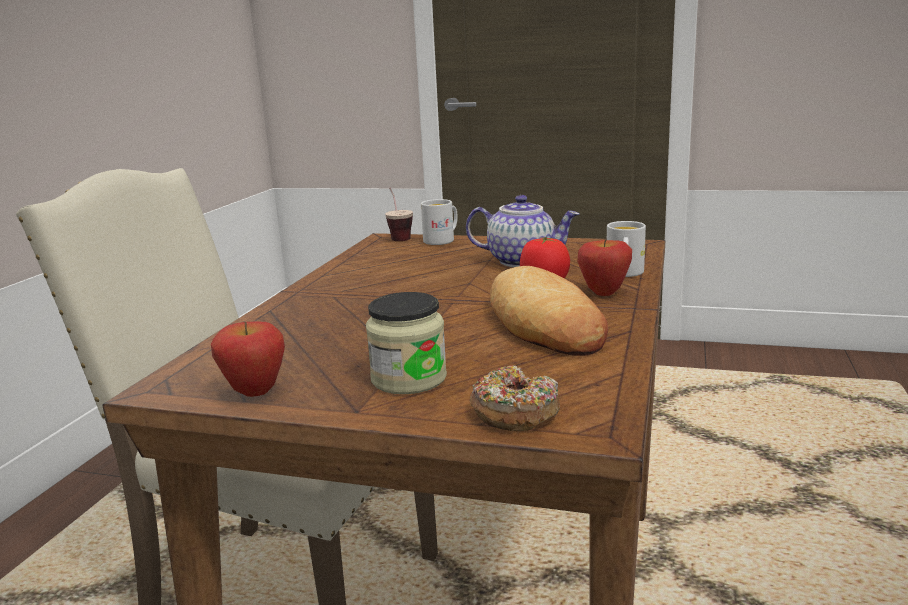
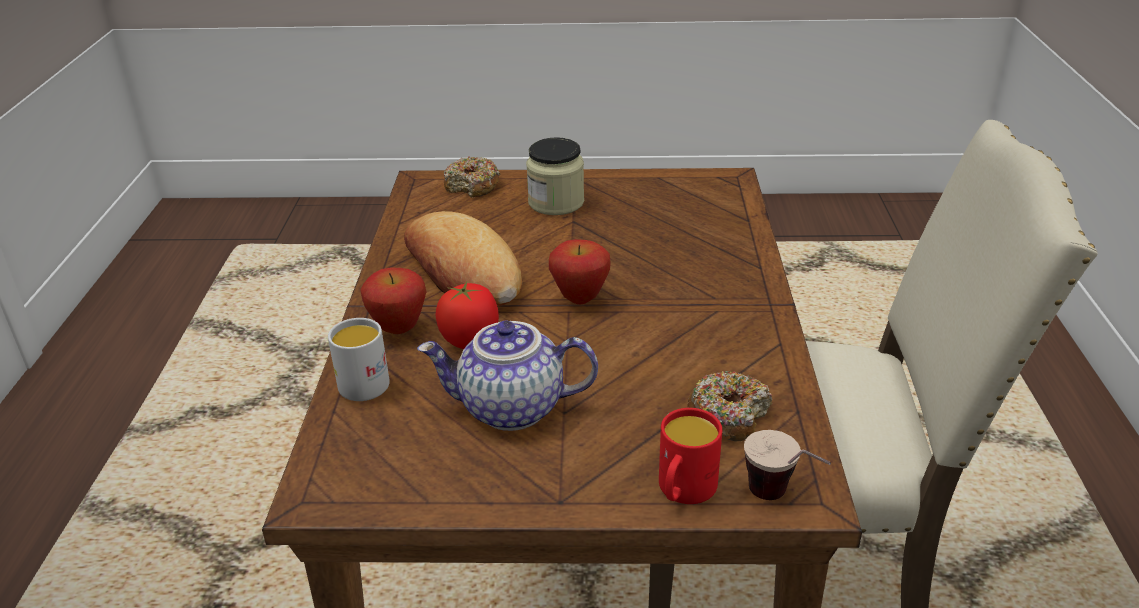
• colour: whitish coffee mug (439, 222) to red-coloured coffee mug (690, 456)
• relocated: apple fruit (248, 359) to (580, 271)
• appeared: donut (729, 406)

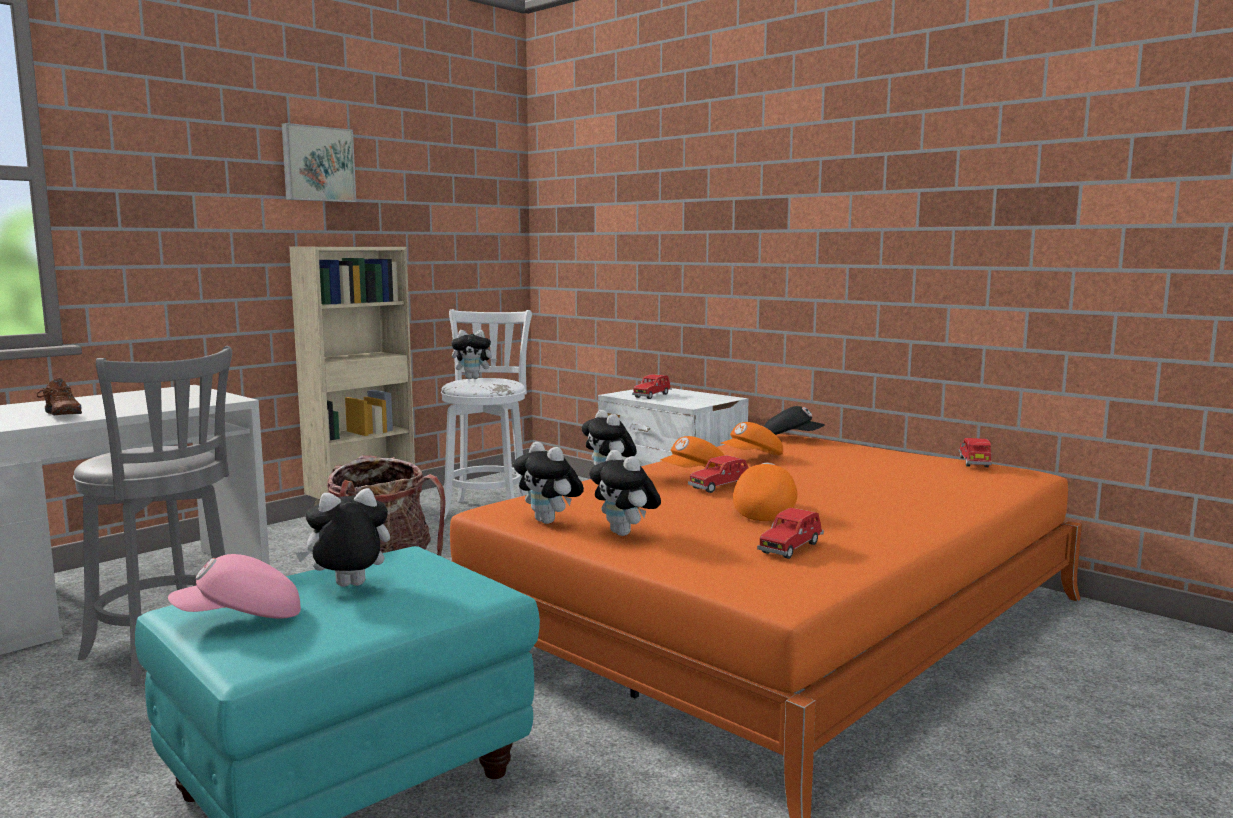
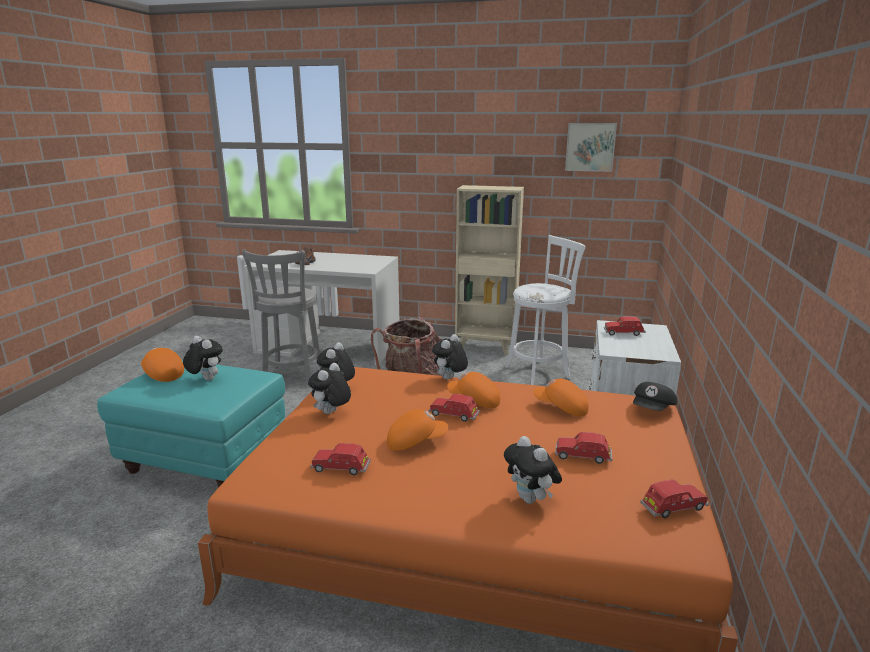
• relocated: picture (319, 162) to (591, 147)
• relocated: plush toy (474, 354) to (533, 470)
• spun: black-coloured cap (794, 420) = (655, 396) 45 degrees clockwise
• colour: pink-coloured cap (234, 586) to orangey cap (162, 365)
• appeared: red-coloured toy car (583, 448)

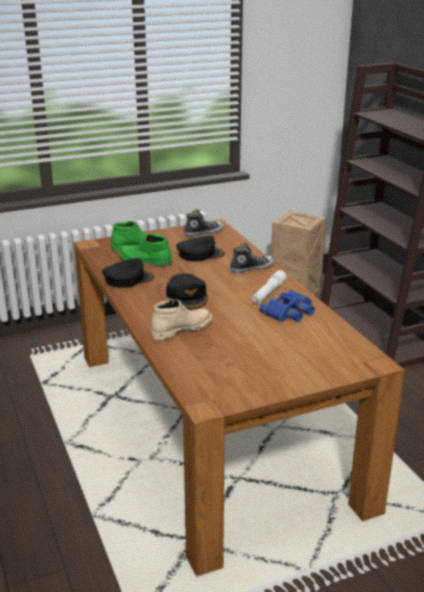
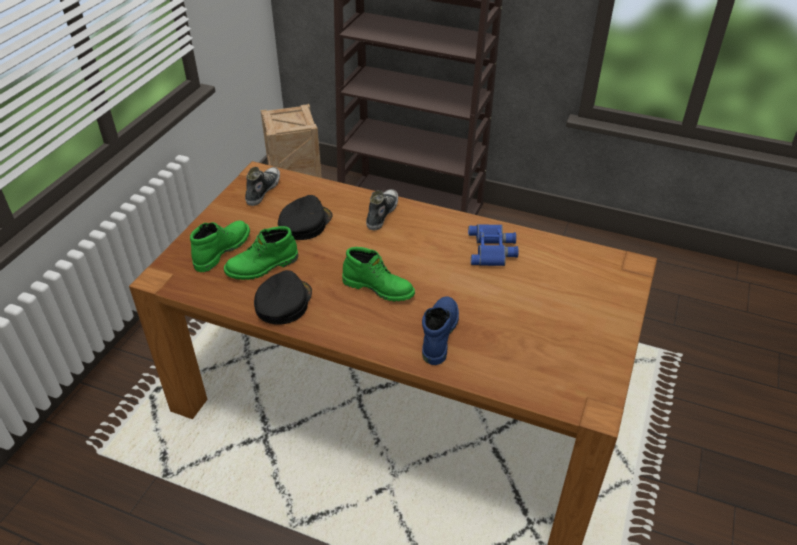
• missing: whitish hand torch (269, 286)
• exchanged: black-coloured cap (187, 291) to greenish high-top boot (378, 274)
• colour: beige high-top boot (181, 319) to blue-coloured high-top boot (440, 331)

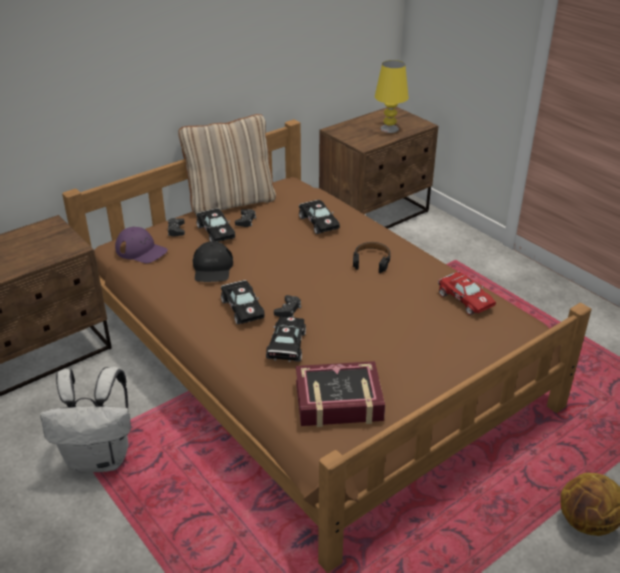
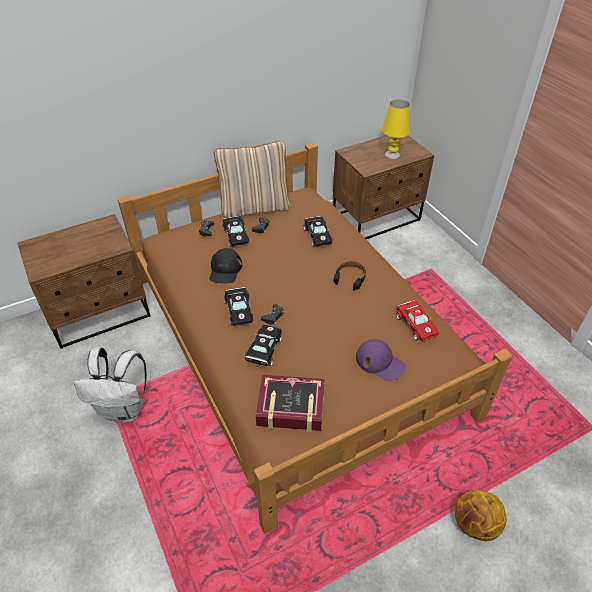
• relocated: purple-coloured cap (141, 245) to (381, 360)

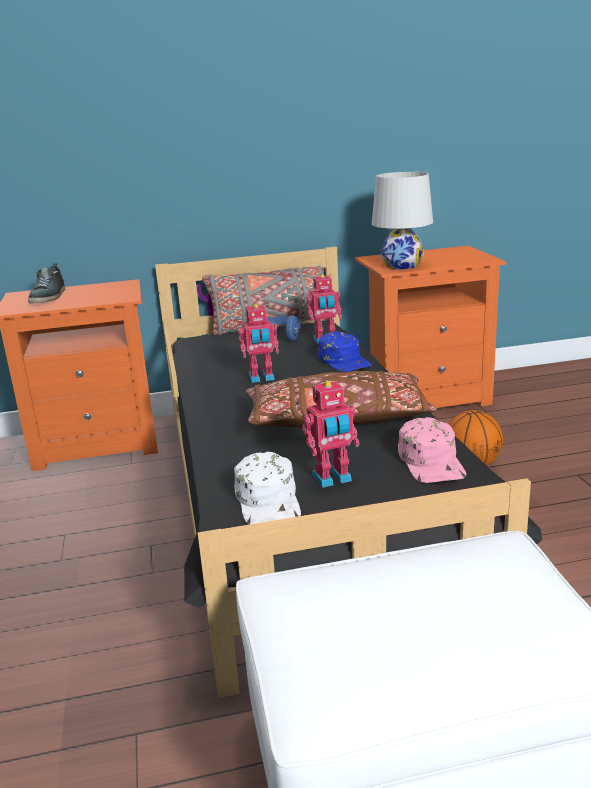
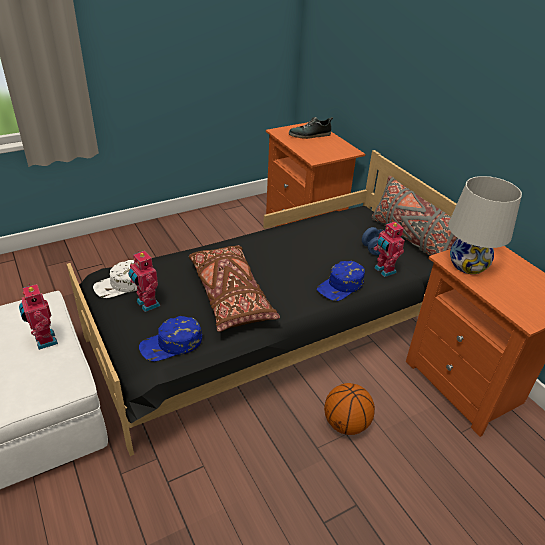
• relocated: model robot (258, 343) to (38, 316)
• colour: pink-coloured cap (432, 450) to blue-coloured cap (170, 338)

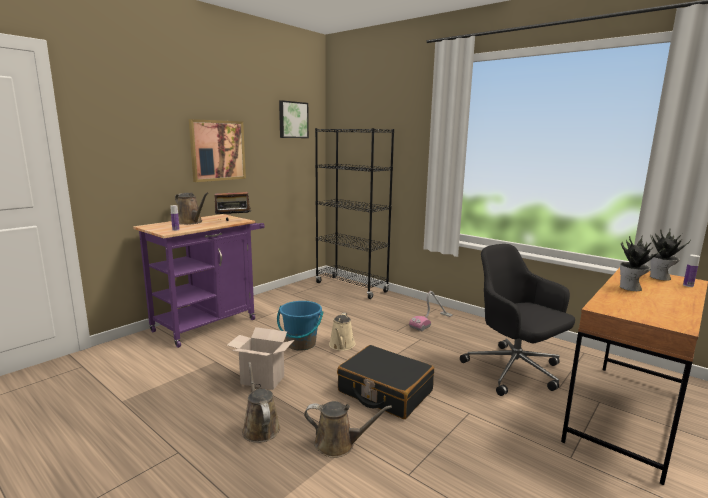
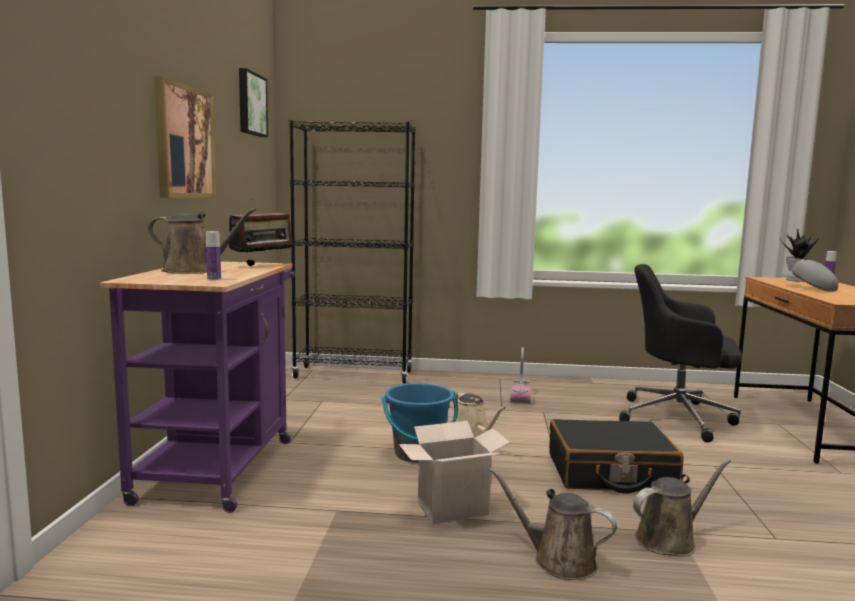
• exchanged: plant in a pot (641, 263) to gray cap (809, 276)

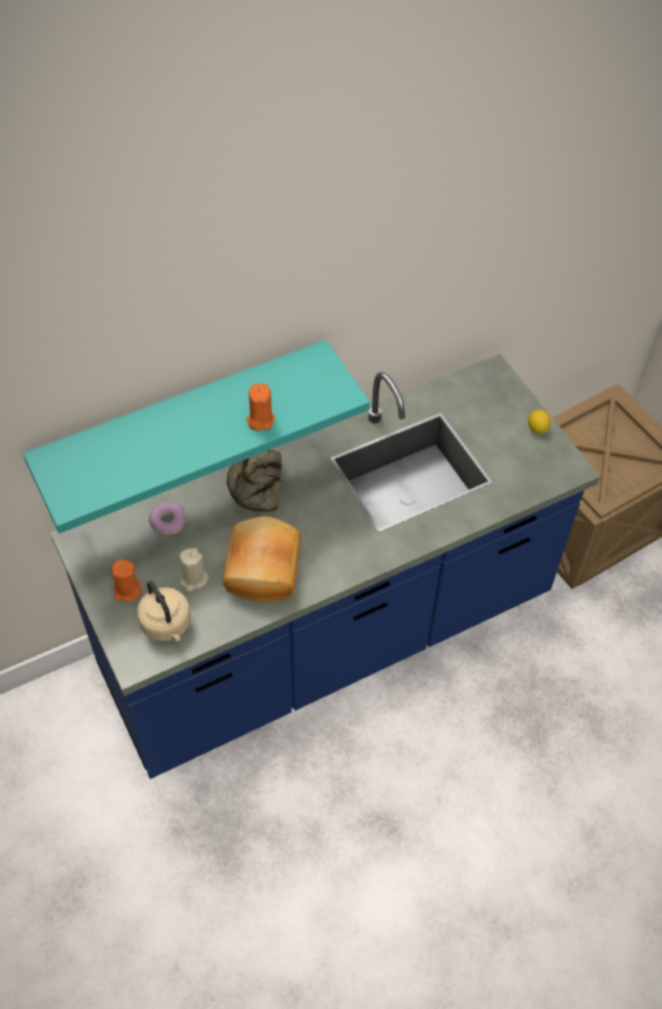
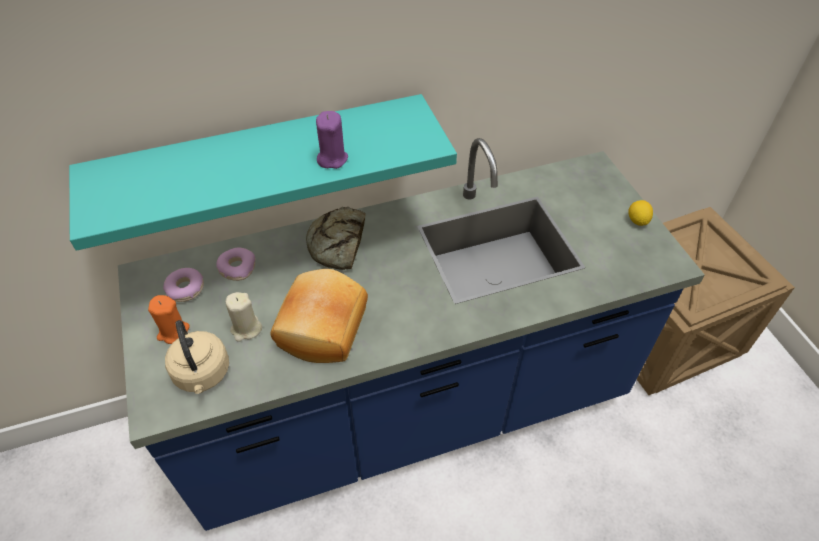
• colour: orangey wax light (261, 407) to purple-coloured wax light (332, 140)
• appeared: donut (183, 285)

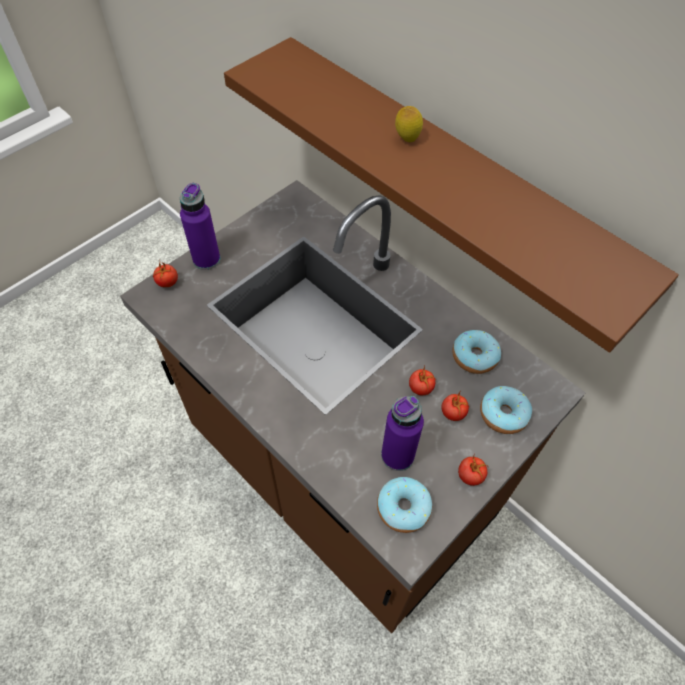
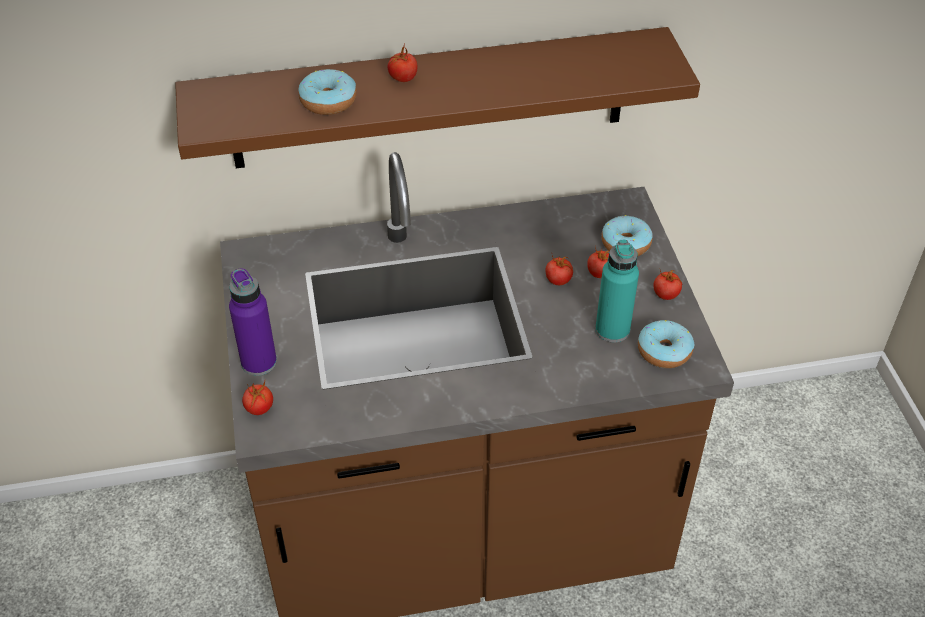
• exchanged: lemon (409, 124) to whole tomato (402, 62)
• relocated: donut (476, 352) to (327, 92)
• colour: purple-coloured beverage bottle (402, 433) to turquoise-coloured beverage bottle (617, 291)

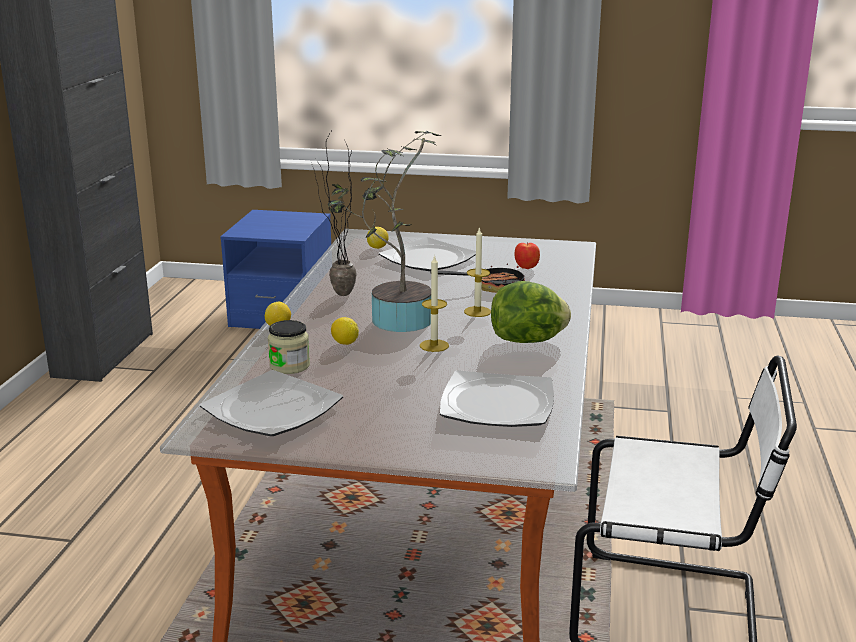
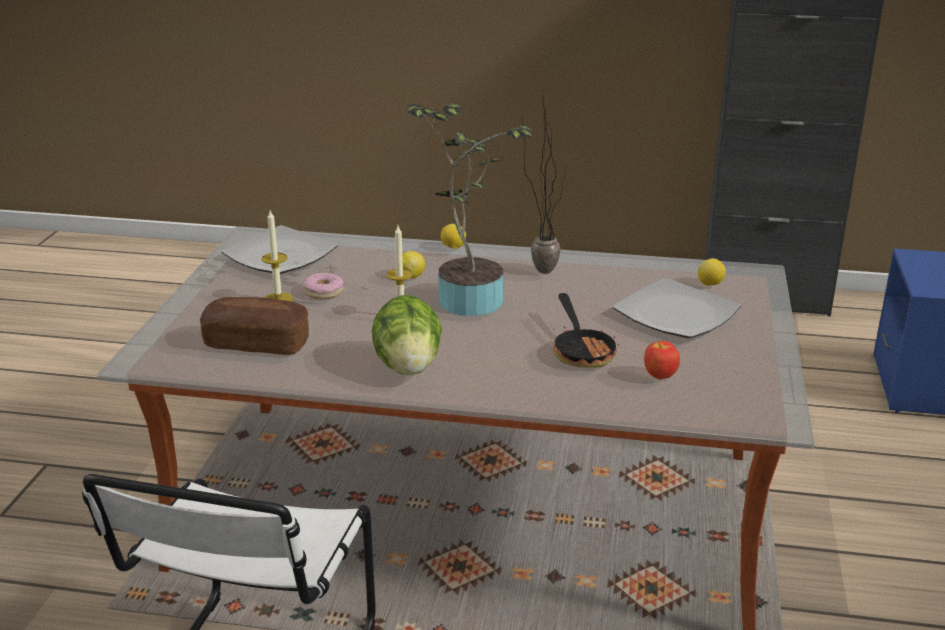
• relocated: wax light (477, 272) to (277, 256)
• missing: preserve jar (289, 347)
• exchanged: dinner plate (497, 398) to bakery bread (254, 326)
• appeared: donut (323, 285)

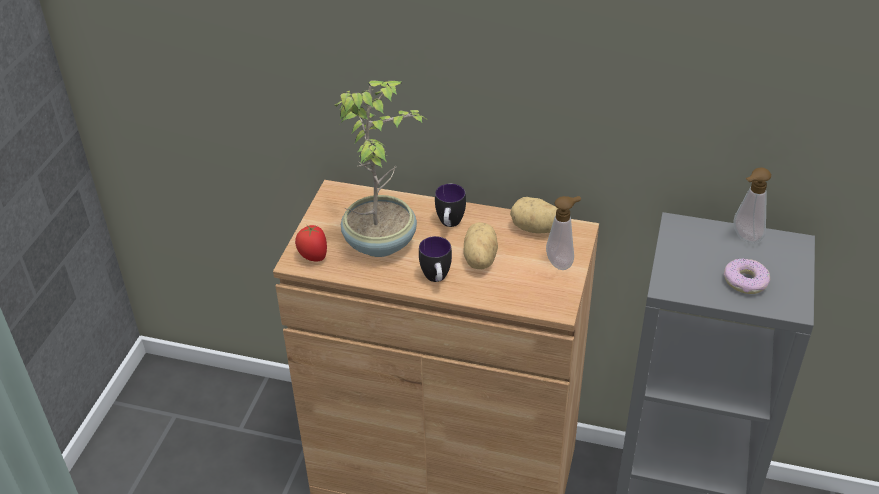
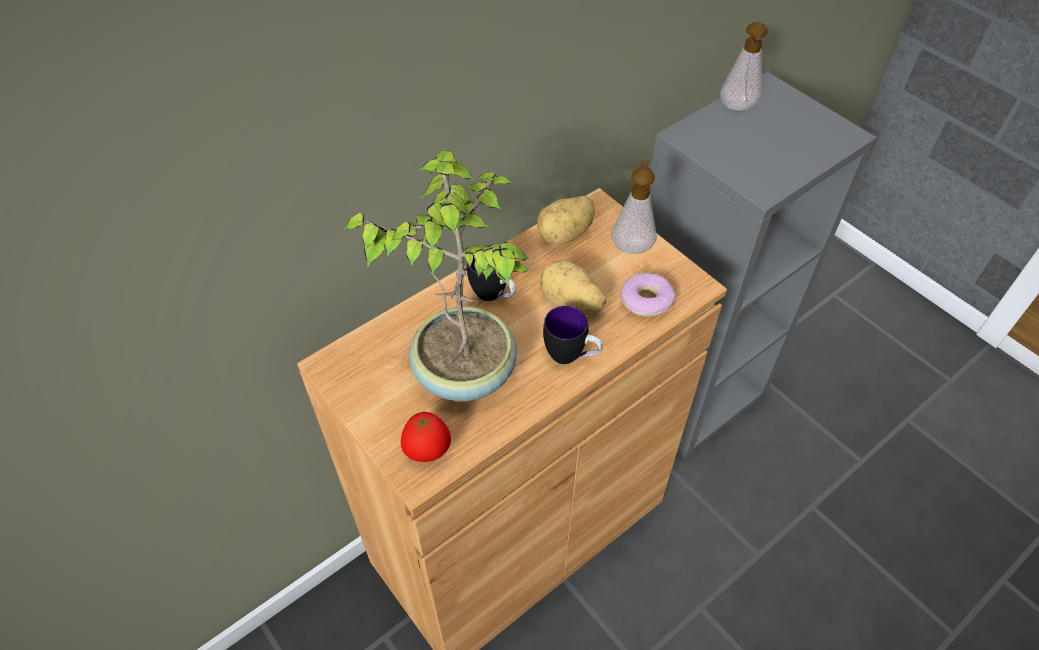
• relocated: donut (747, 276) to (647, 295)

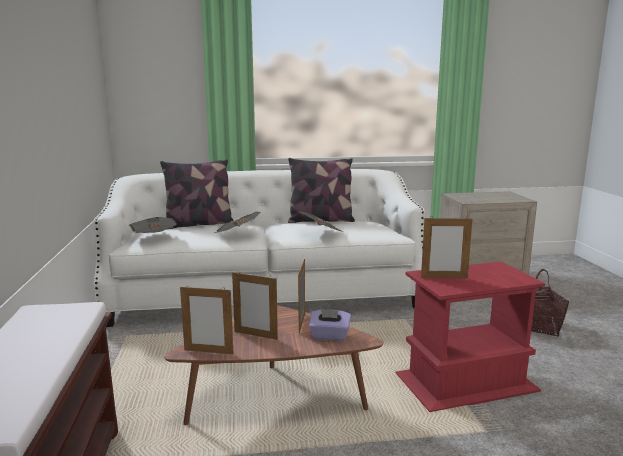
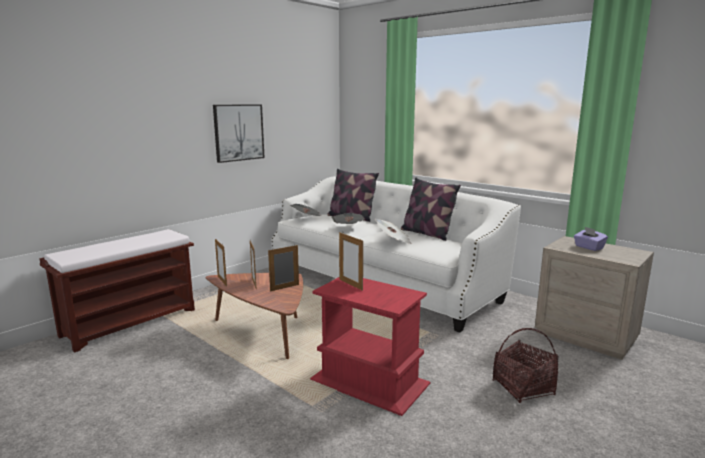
• relocated: purple-coloured tissue holder (330, 325) to (591, 239)
• appeared: picture (239, 133)

